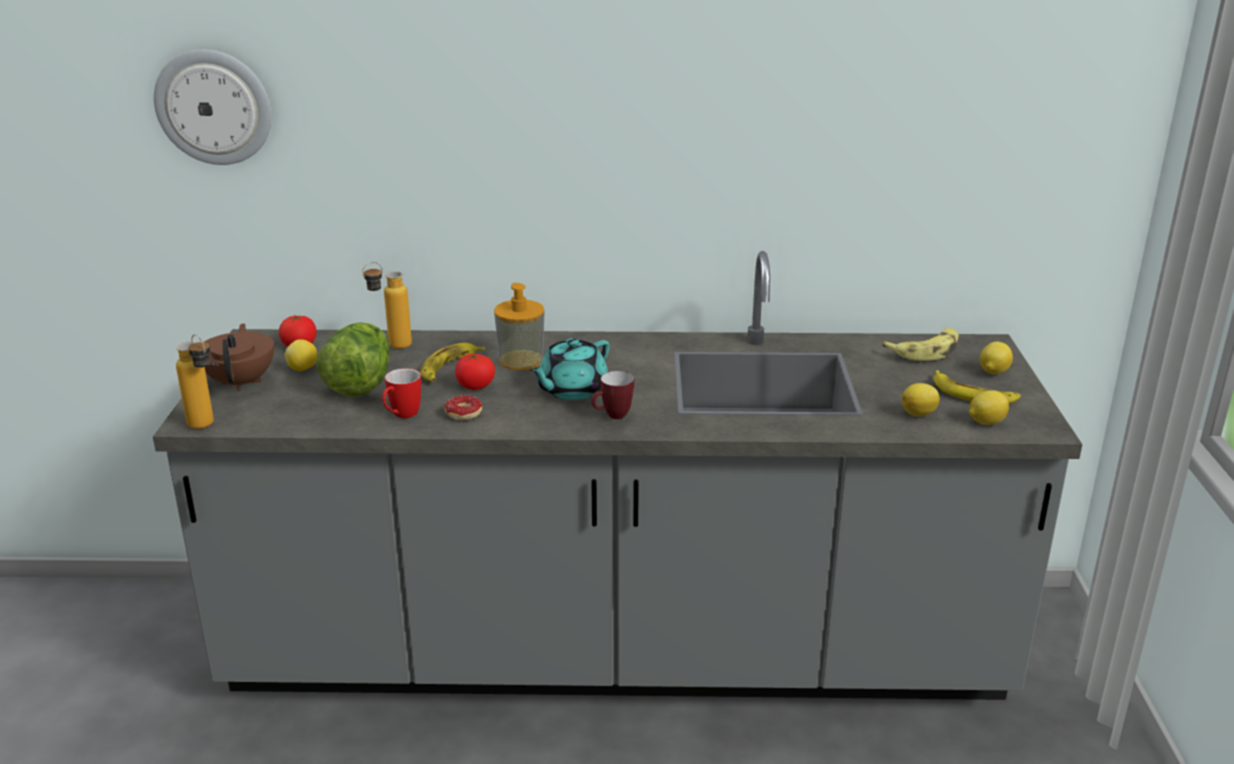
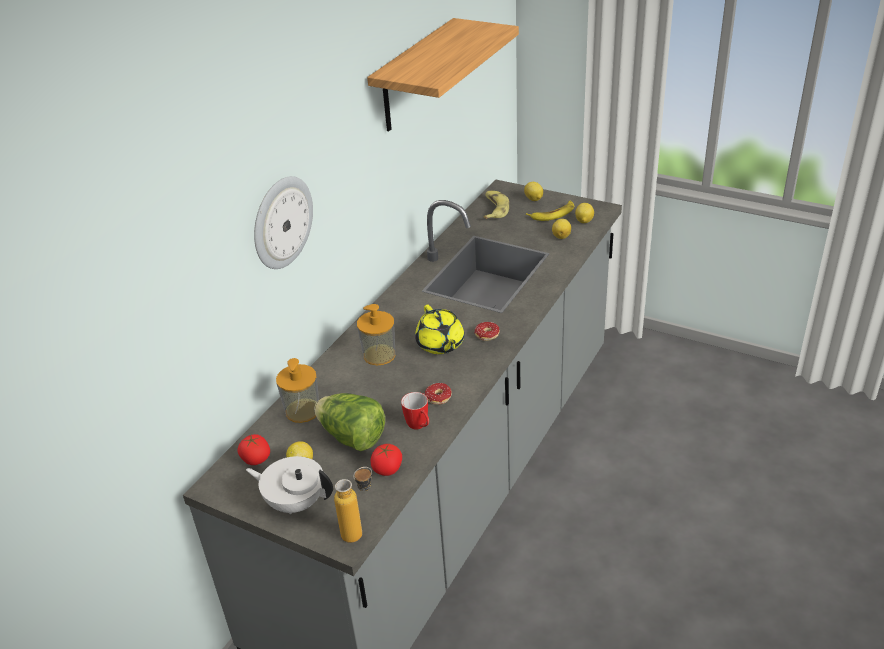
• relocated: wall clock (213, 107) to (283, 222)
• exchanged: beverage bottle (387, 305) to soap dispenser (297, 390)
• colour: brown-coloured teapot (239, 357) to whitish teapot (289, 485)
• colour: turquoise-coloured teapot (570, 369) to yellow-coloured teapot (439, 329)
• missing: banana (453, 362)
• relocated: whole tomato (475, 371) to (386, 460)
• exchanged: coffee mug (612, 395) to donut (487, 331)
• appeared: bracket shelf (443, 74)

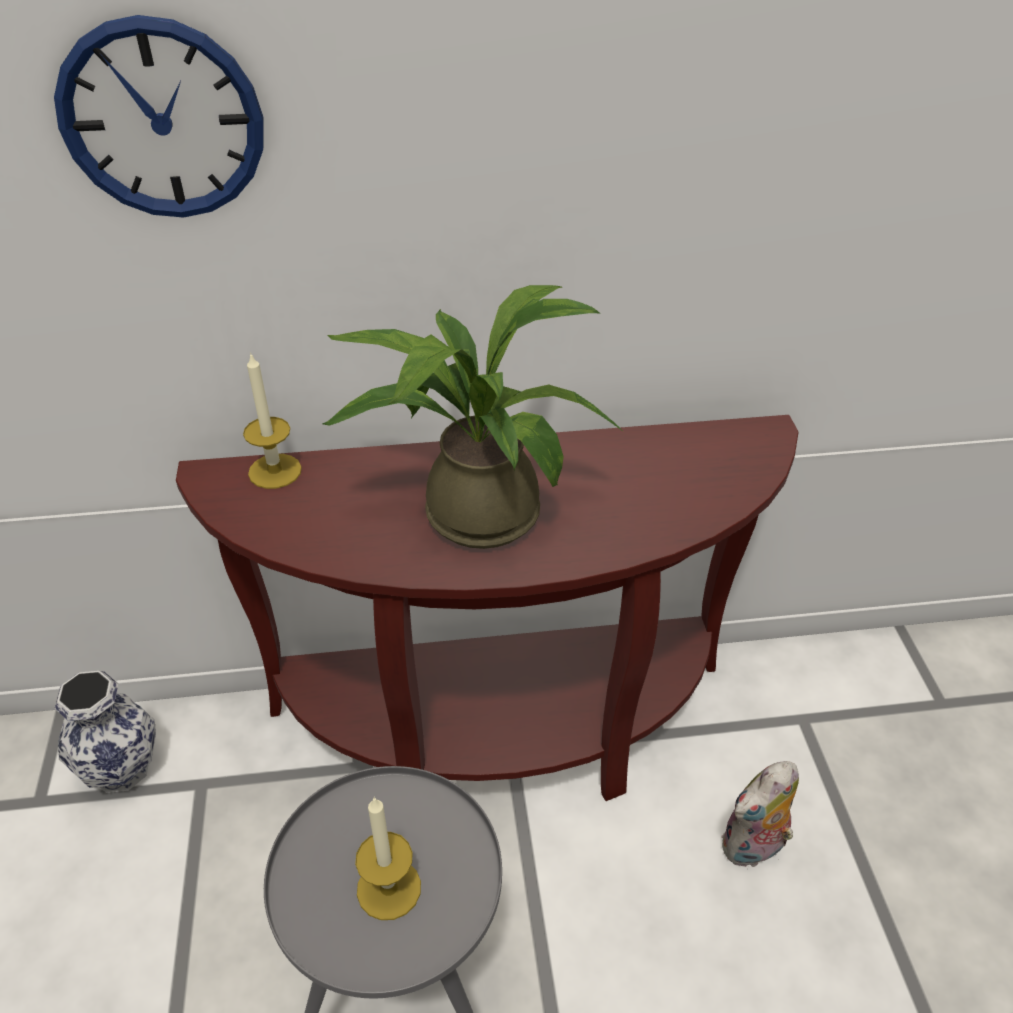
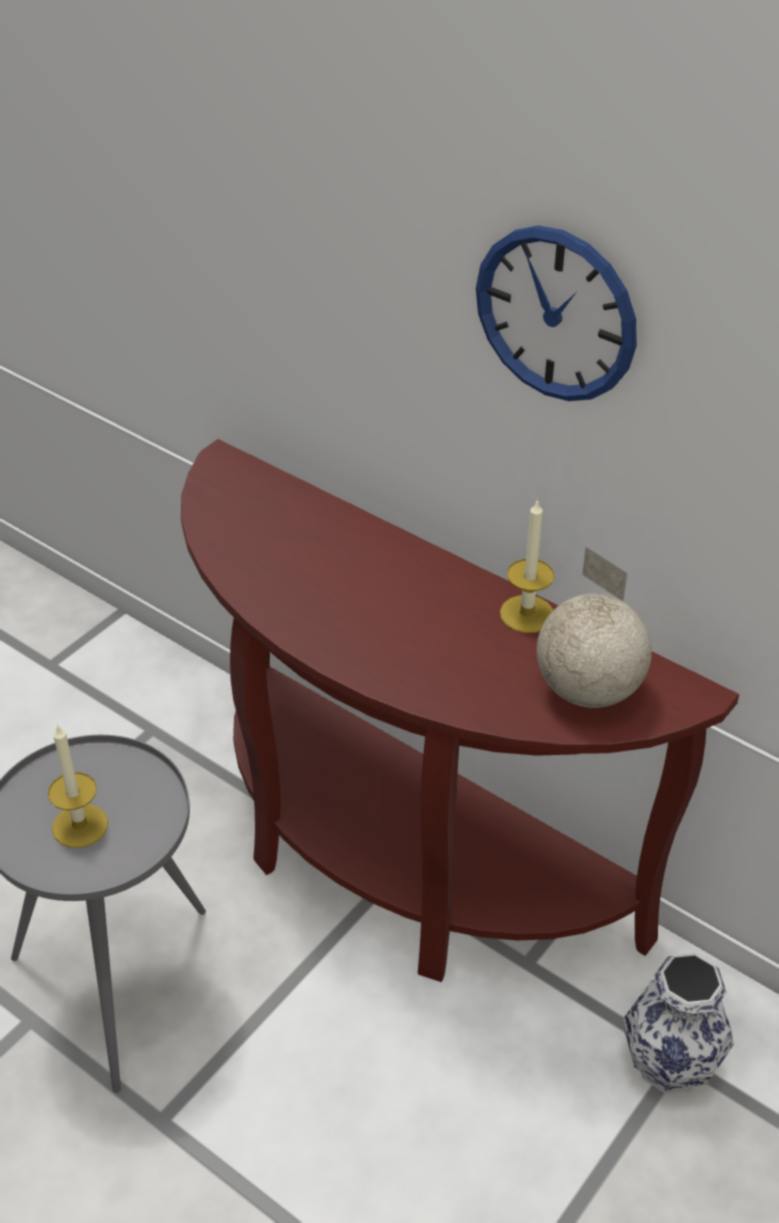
• relocated: wall clock (159, 116) to (556, 313)
• missing: plant in a pot (473, 417)
• relocated: wax light (272, 420) to (527, 566)
• relocated: decorative vase (105, 732) to (678, 1024)
• missing: plush toy (760, 814)
• appeared: world globe (594, 627)

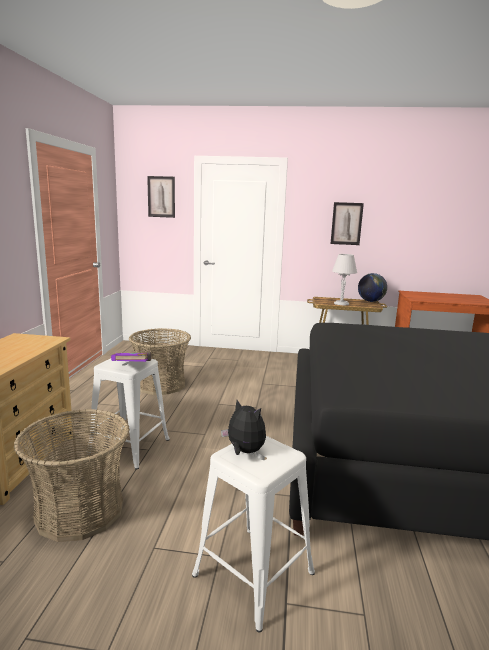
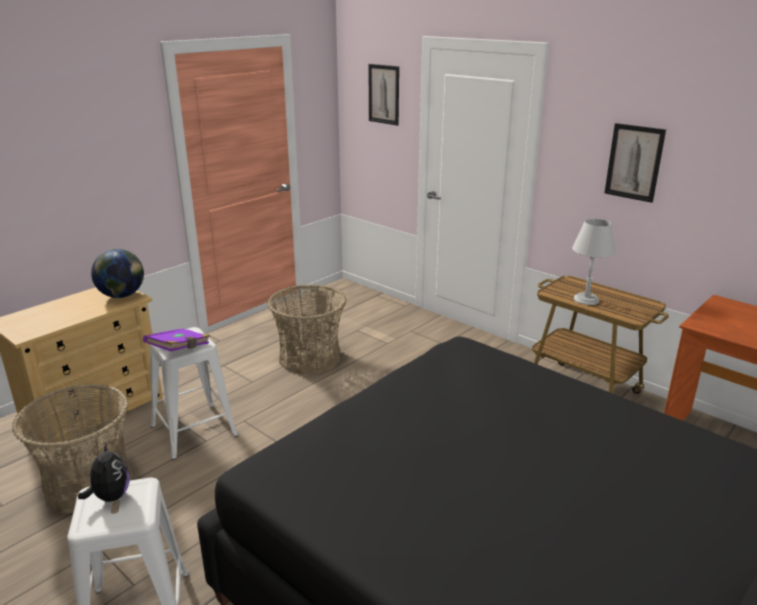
• relocated: world globe (372, 287) to (117, 273)

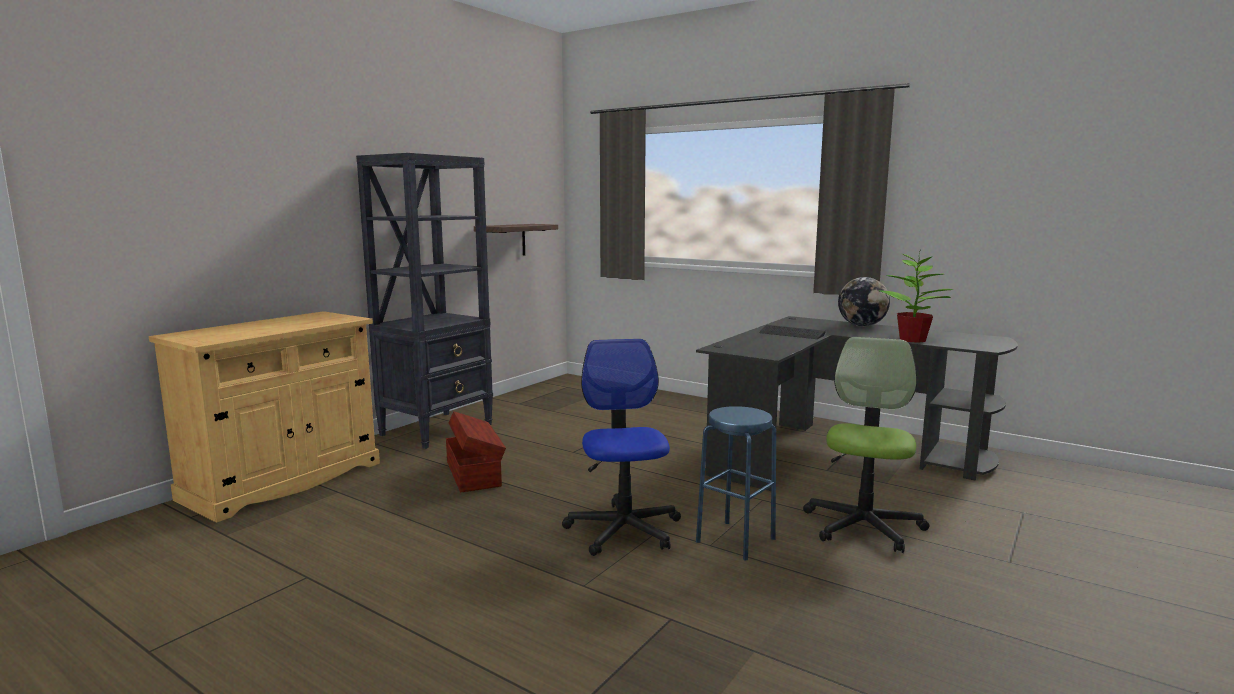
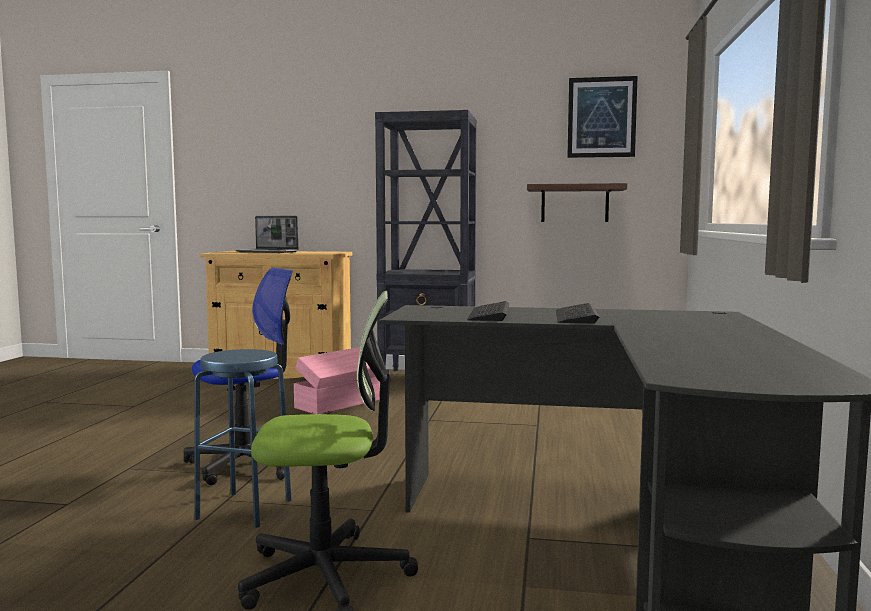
• missing: plant in a pot (916, 297)
• missing: world globe (864, 301)
• colour: brown-coloured storage box (476, 451) to pink-coloured storage box (337, 380)
• appeared: picture (602, 117)
• appeared: notebook computer (267, 234)
• appeared: PC keyboard (488, 311)

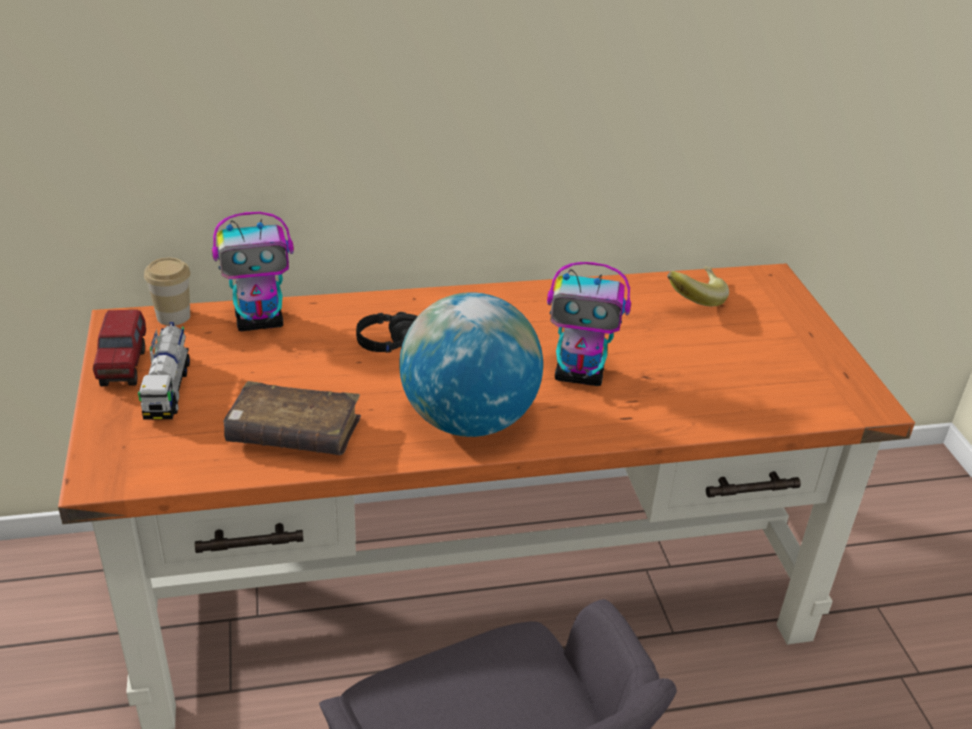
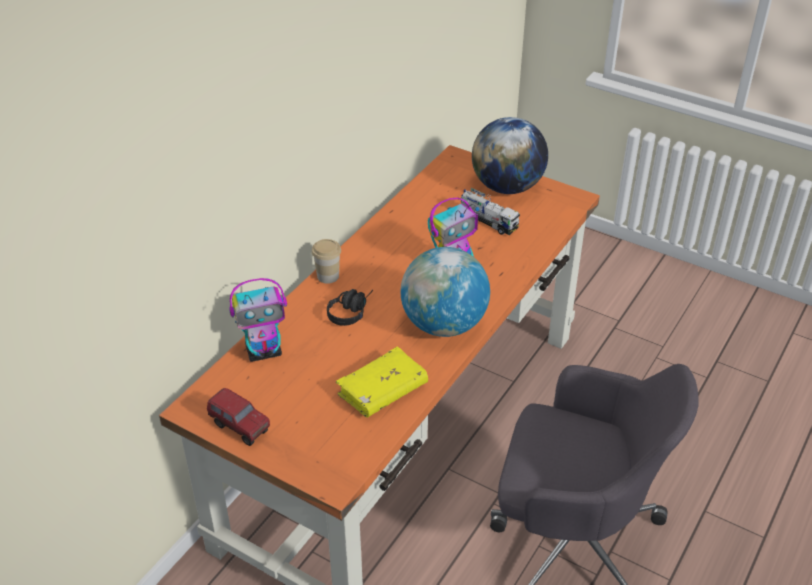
• spun: model robot (253, 271) = (258, 320) 45 degrees clockwise
• relocated: small cup (167, 292) to (326, 261)
• missing: banana (698, 286)
• relocated: toy truck (164, 371) to (490, 211)
• colour: brown-coloured bound book (292, 418) to yellow-coloured bound book (382, 382)
• appeared: world globe (510, 155)

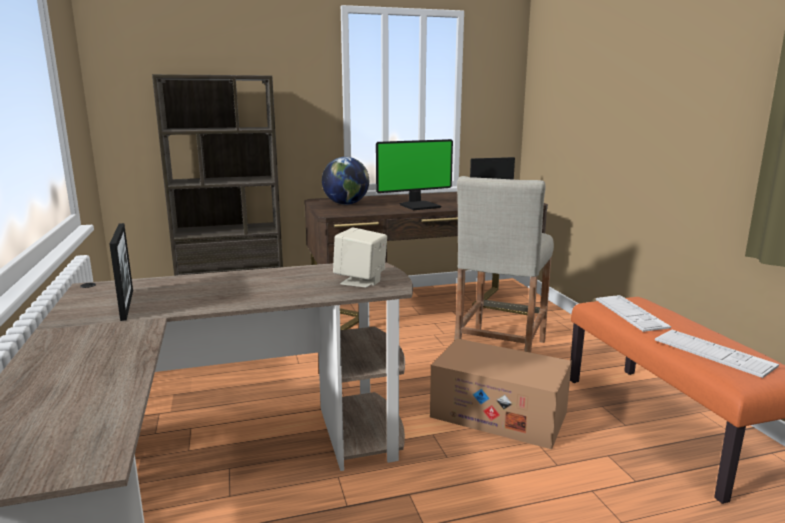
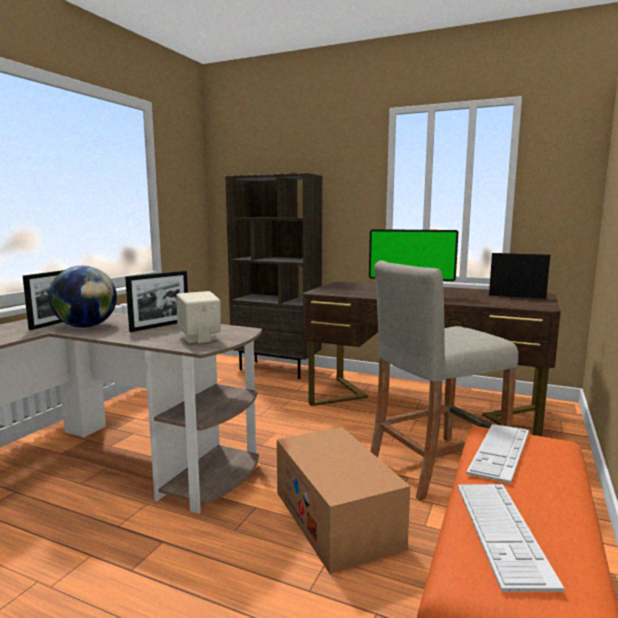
• relocated: world globe (345, 181) to (82, 297)
• appeared: photo frame (156, 301)

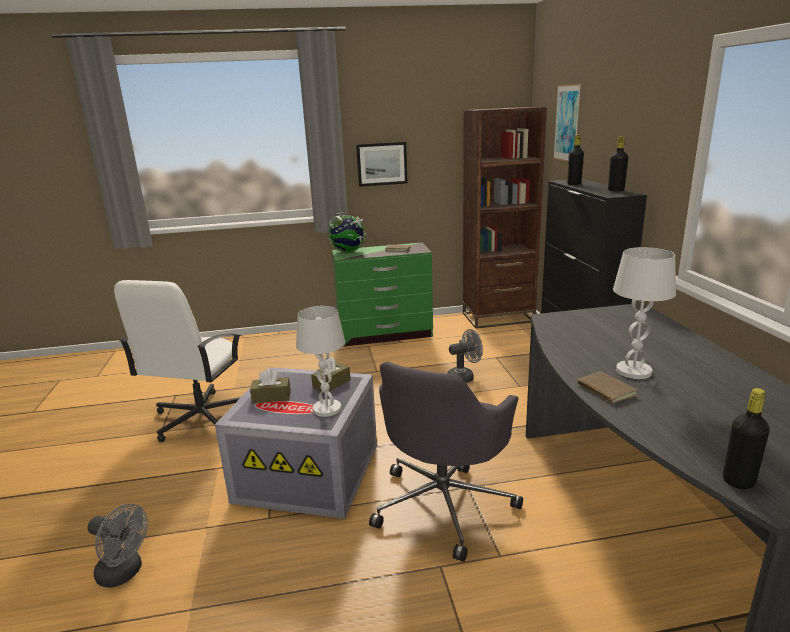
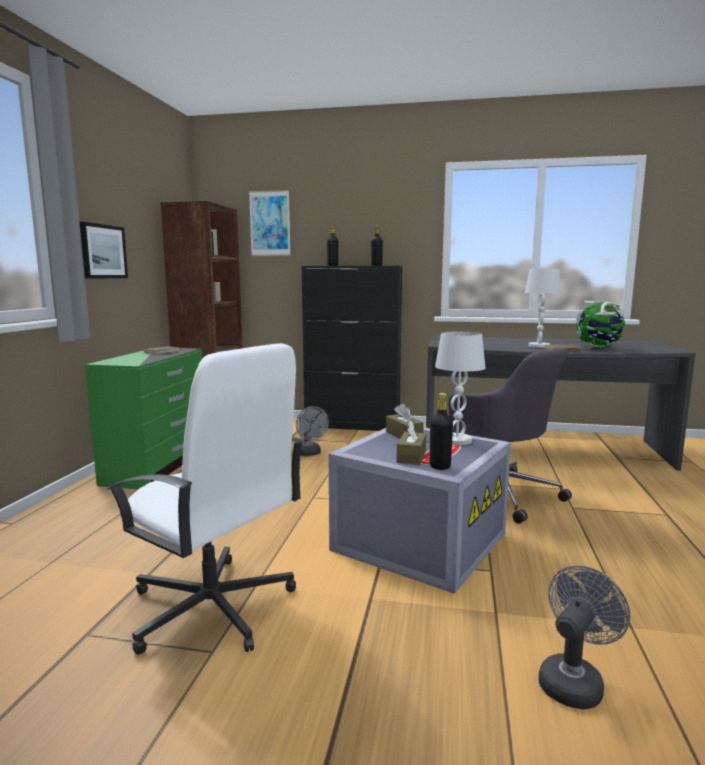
• relocated: world globe (347, 232) to (600, 324)
• spun: gray cooling fan (465, 356) = (312, 431) 150 degrees clockwise
• relocated: black-coloured beverage bottle (746, 438) to (441, 431)

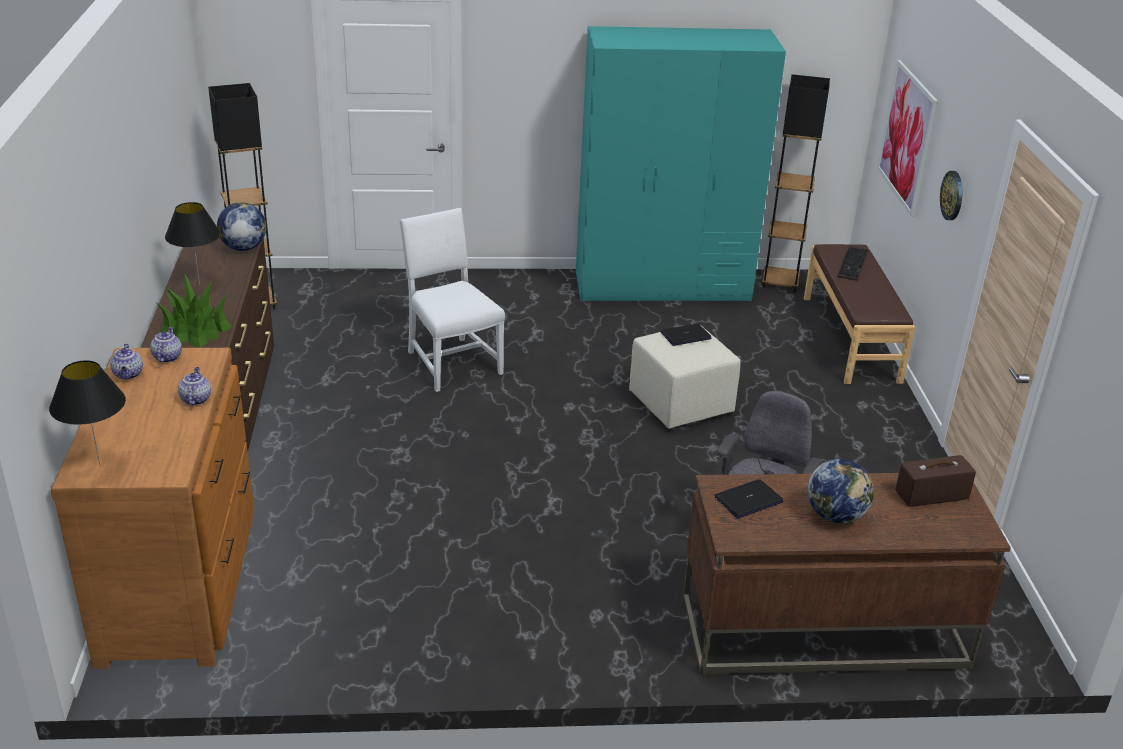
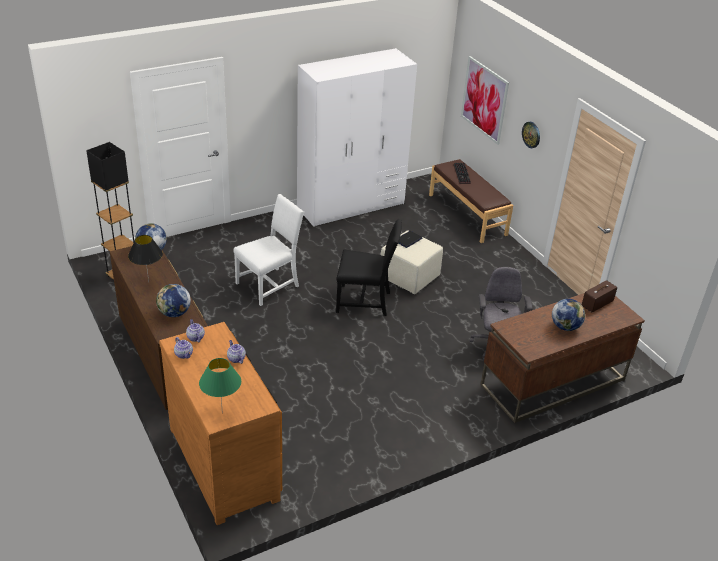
• colour: turquoise-coloured armoire (681, 163) to whitish armoire (357, 137)
• missing: black-coloured standing lamp (796, 183)
• spun: whitish upright chair (452, 300) = (268, 250) 105 degrees clockwise
• exchanged: plant in a pot (194, 311) to world globe (173, 300)
• colour: black-coloured lamp for a table (87, 412) to greenish lamp for a table (220, 385)
• missing: notebook computer (749, 498)
• appeared: black-coloured upright chair (369, 267)

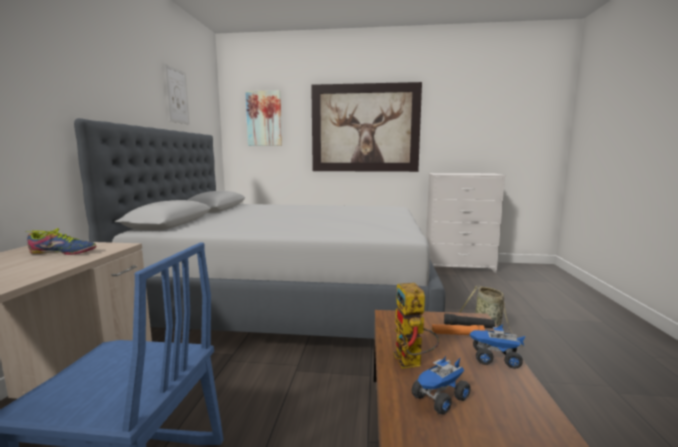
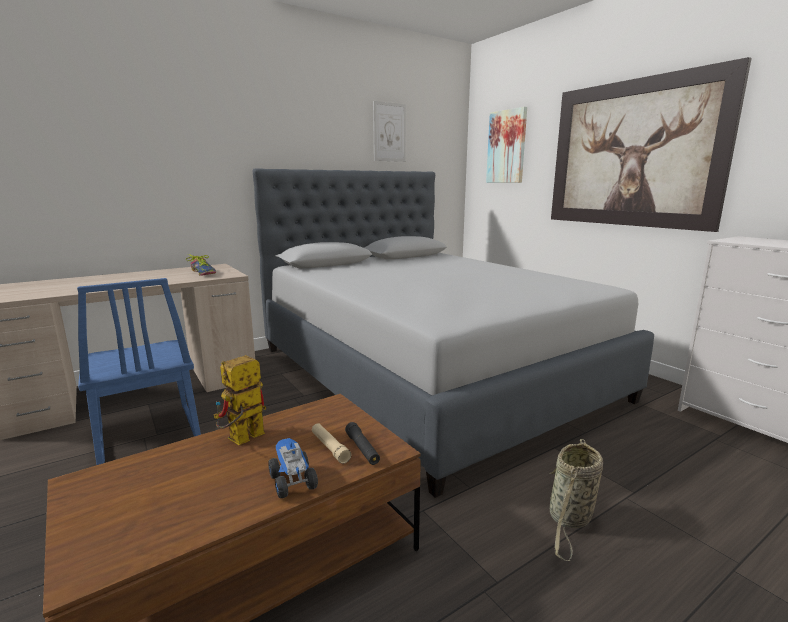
• colour: orangey hand torch (458, 329) to beige hand torch (331, 443)
• missing: toy truck (441, 385)

